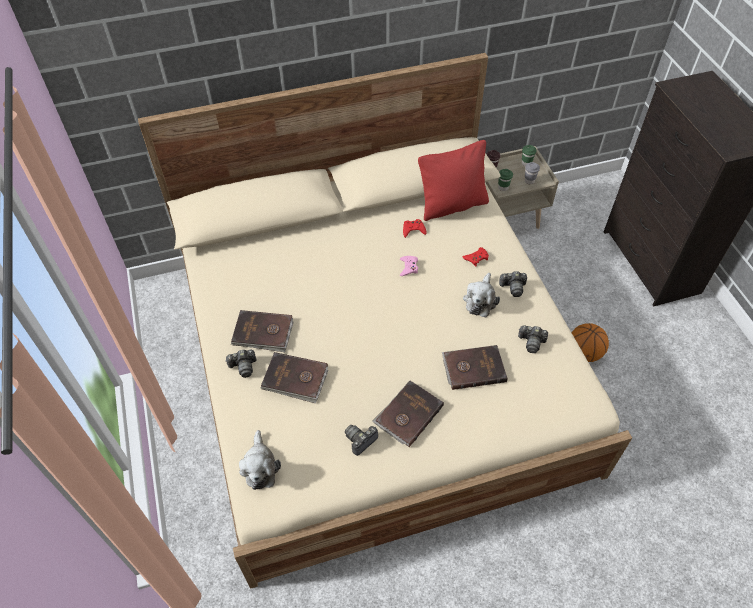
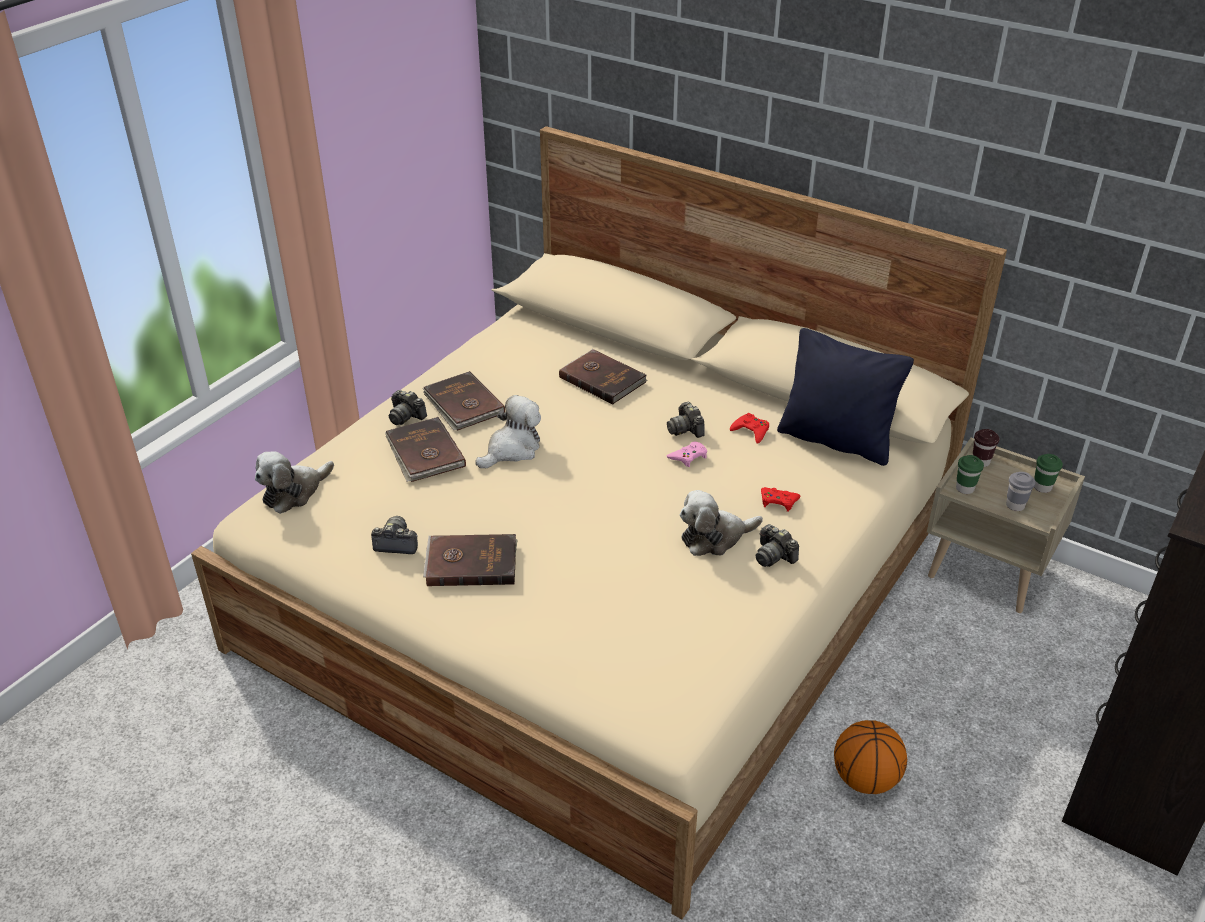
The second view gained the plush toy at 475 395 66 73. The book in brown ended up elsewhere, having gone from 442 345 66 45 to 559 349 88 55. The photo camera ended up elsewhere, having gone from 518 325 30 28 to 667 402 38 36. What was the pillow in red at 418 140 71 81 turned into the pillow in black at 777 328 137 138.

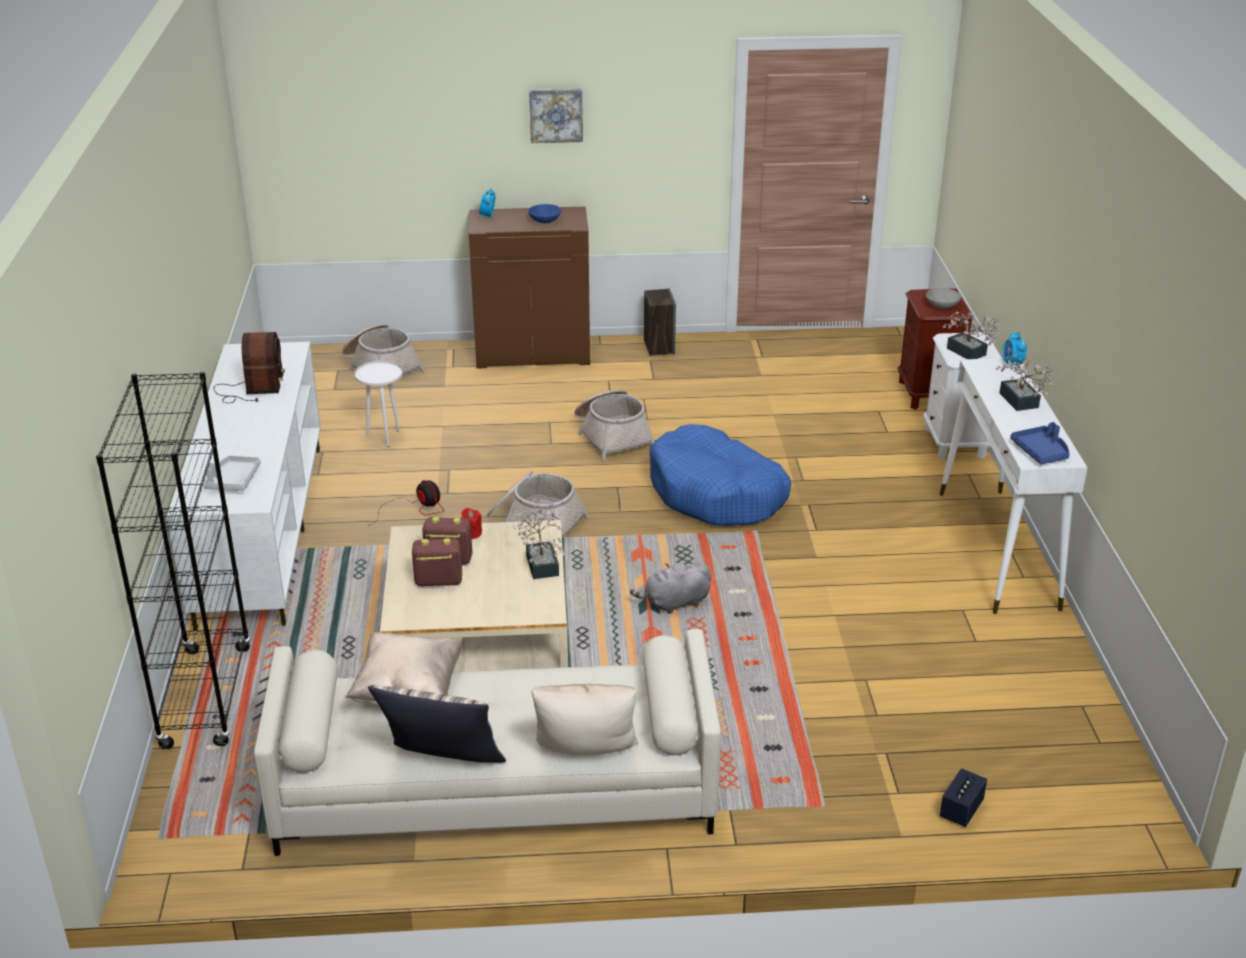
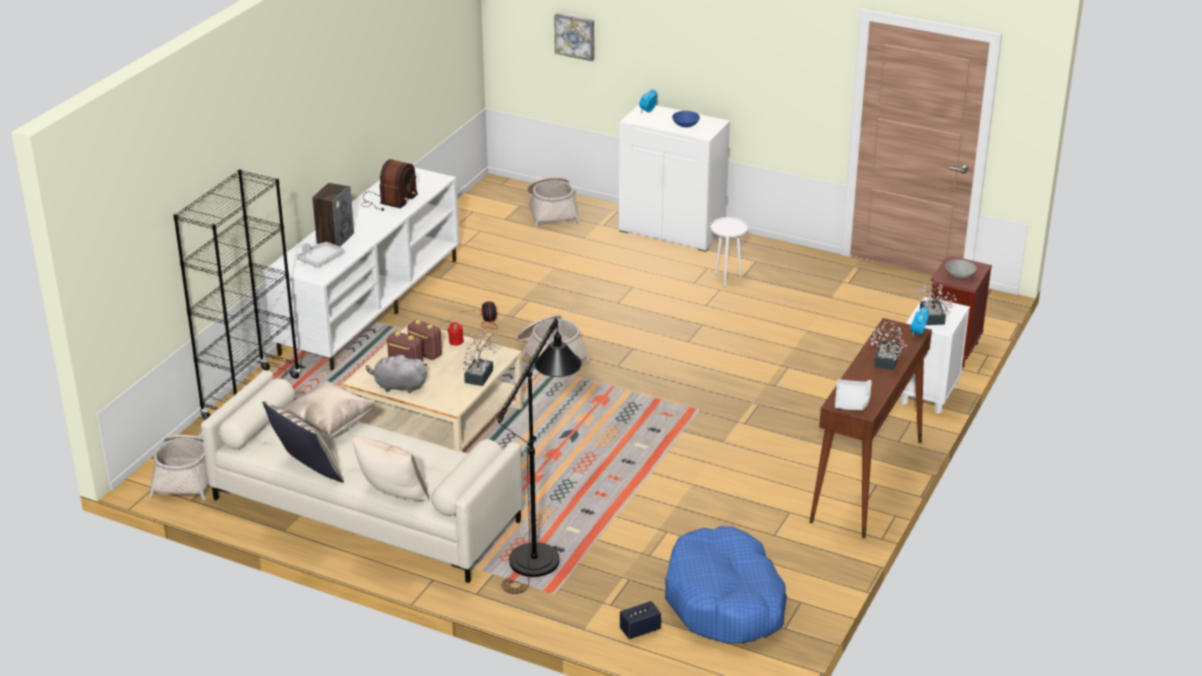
The basket ended up elsewhere, having gone from 575 390 80 71 to 149 435 60 65. The speaker ended up elsewhere, having gone from 644 288 32 68 to 312 183 42 64. The plush toy in grey ended up elsewhere, having gone from 630 562 81 52 to 366 353 61 40. The second view gained the floor lamp in black at 497 319 85 275. The picture ended up elsewhere, having gone from 529 89 54 54 to 554 13 40 48. What was the cabinet in brown at 469 207 121 162 turned into the cabinet in white at 619 105 111 147. The dog bed in blue ended up elsewhere, having gone from 650 424 141 102 to 665 526 122 118. The side table in white ended up elsewhere, having gone from 354 361 49 86 to 710 217 38 69. What was the console table in white at 939 358 148 256 turned into the console table in brown at 810 318 122 221. What was the tray in blue at 1010 422 60 42 turned into the tray in grey at 835 379 37 32.

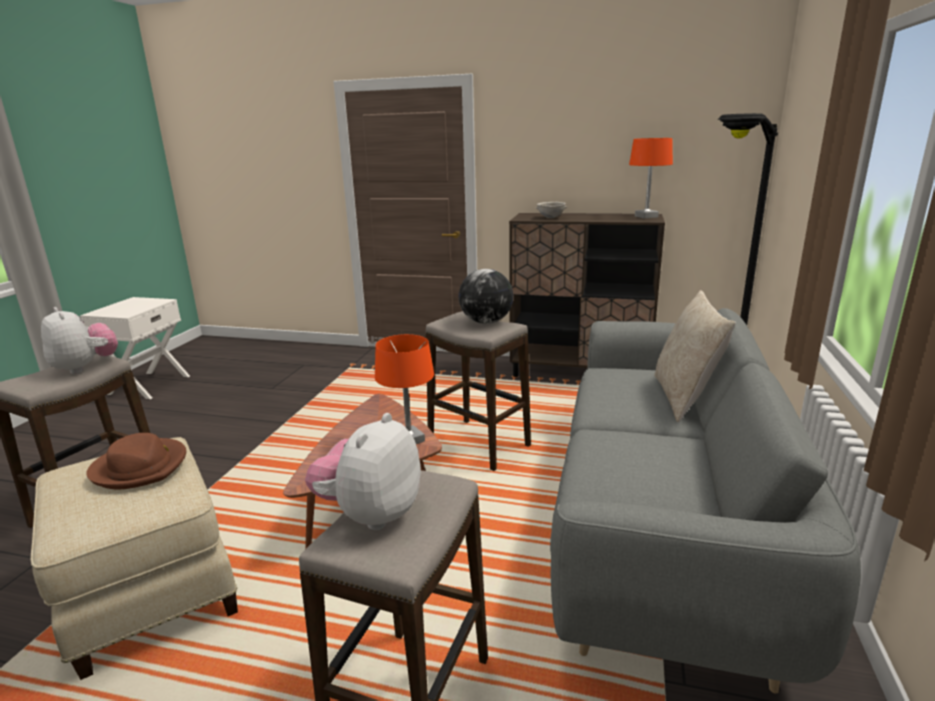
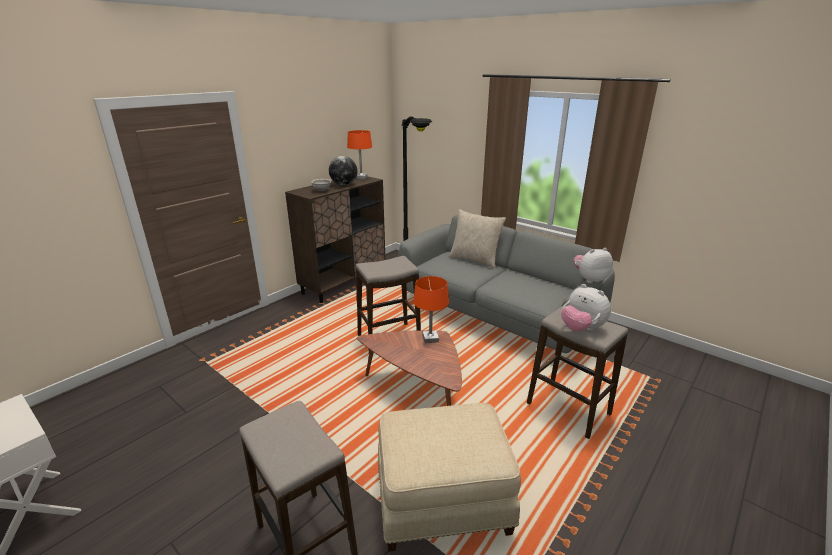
The globe ended up elsewhere, having gone from 459 269 54 55 to 329 156 28 29. The plush toy ended up elsewhere, having gone from 41 307 77 67 to 573 248 40 35. The second view lost the hat in brown at 86 433 100 56.

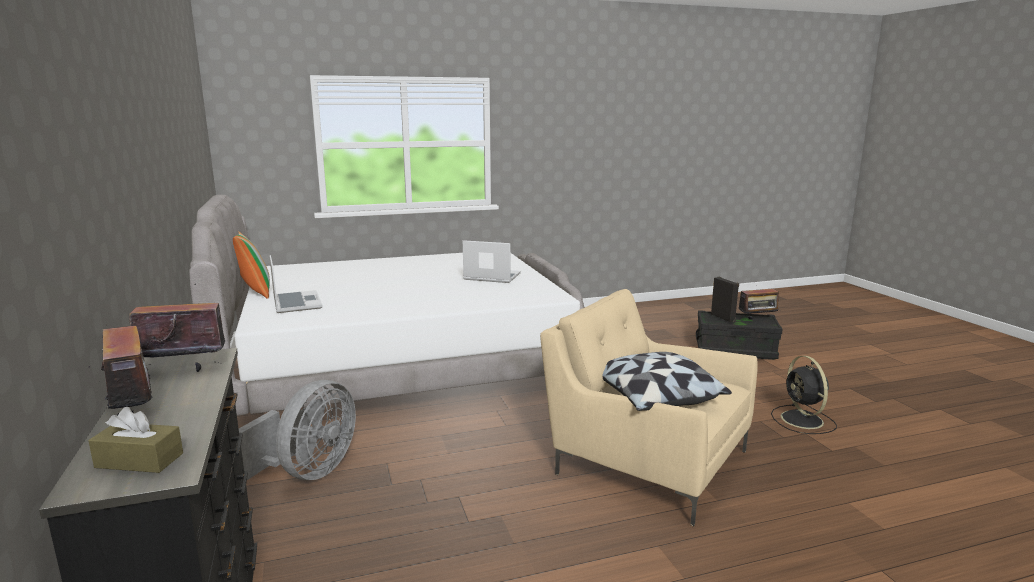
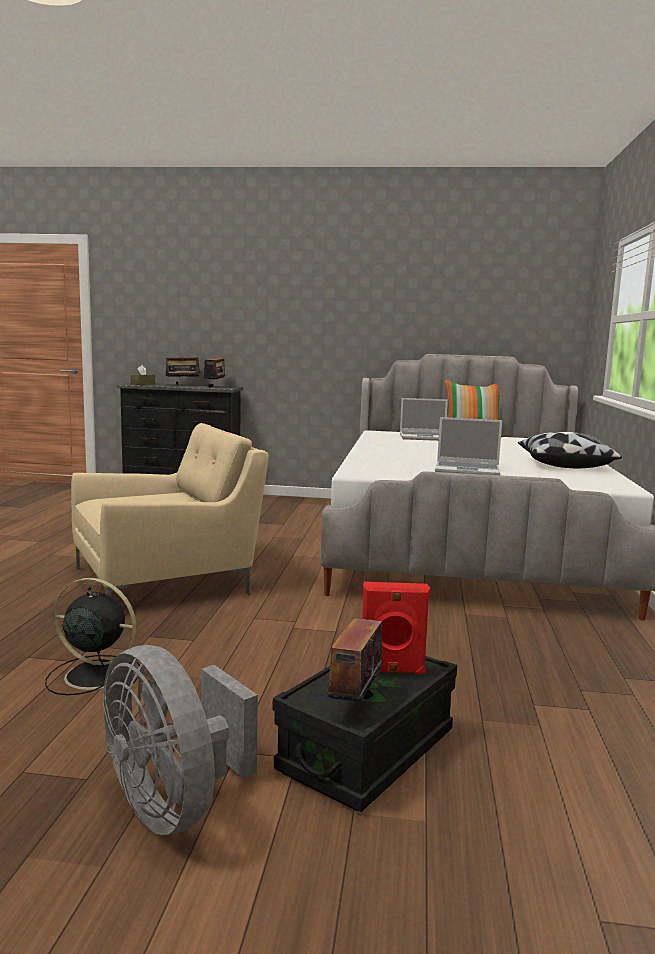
The fan in grey ended up elsewhere, having gone from 239 380 117 100 to 103 645 155 190. What was the speaker in black at 711 277 28 45 turned into the speaker in red at 362 582 68 92. The laptop at 463 240 58 43 ended up facing another way, 60 degrees clockwise from before. The pillow ended up elsewhere, having gone from 603 352 129 59 to 518 432 104 36.

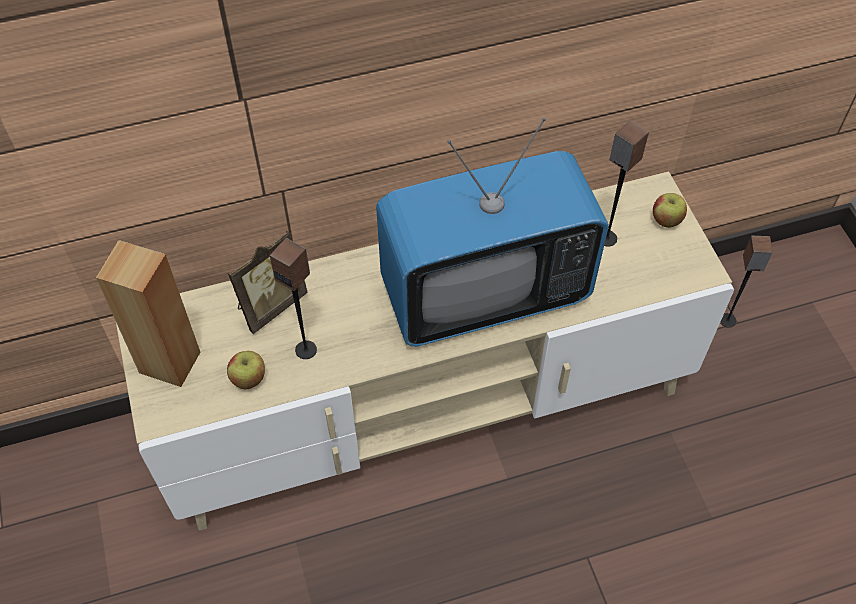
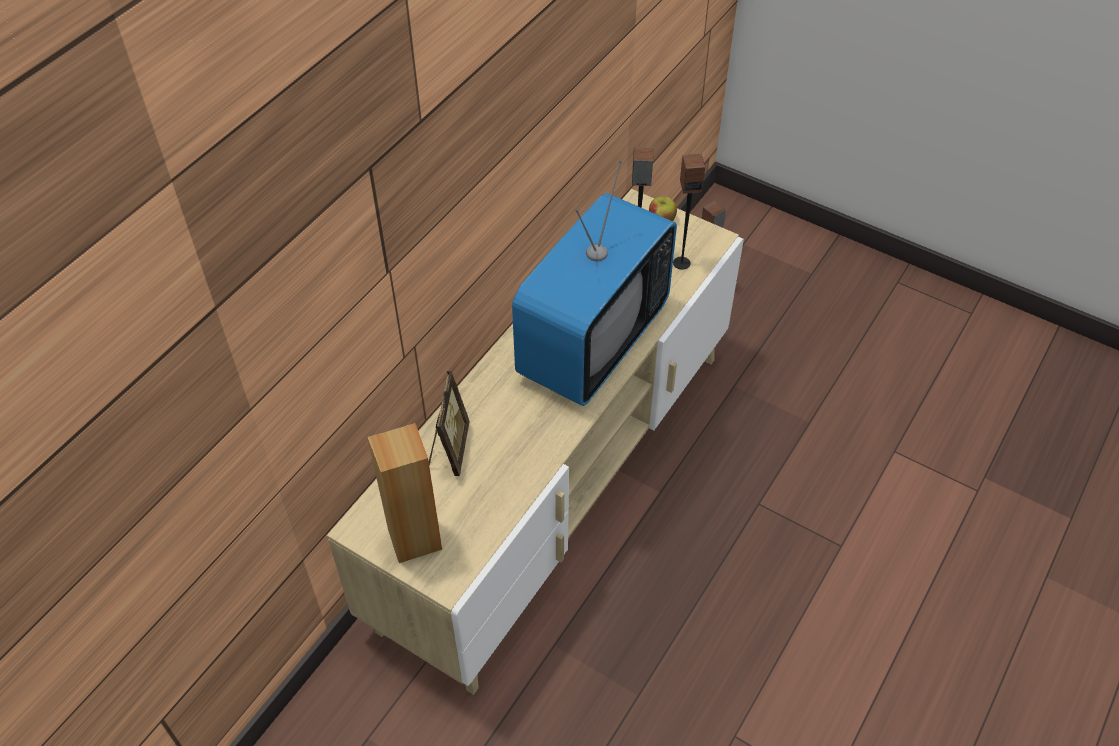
The speaker ended up elsewhere, having gone from 270 238 47 121 to 673 154 32 116. The second view lost the apple at 227 351 38 38.

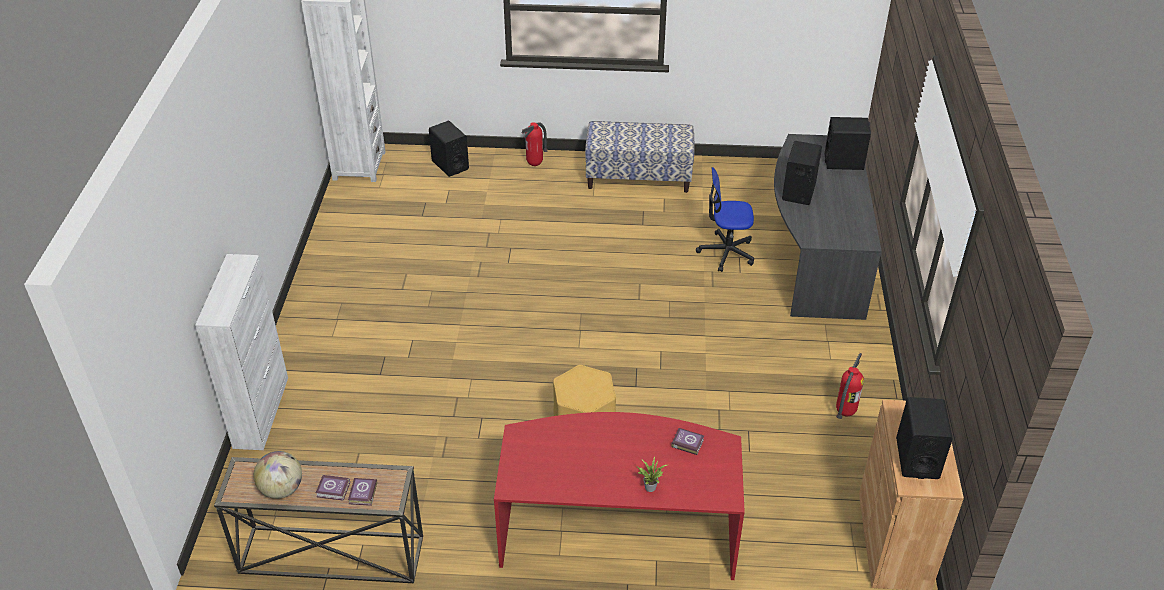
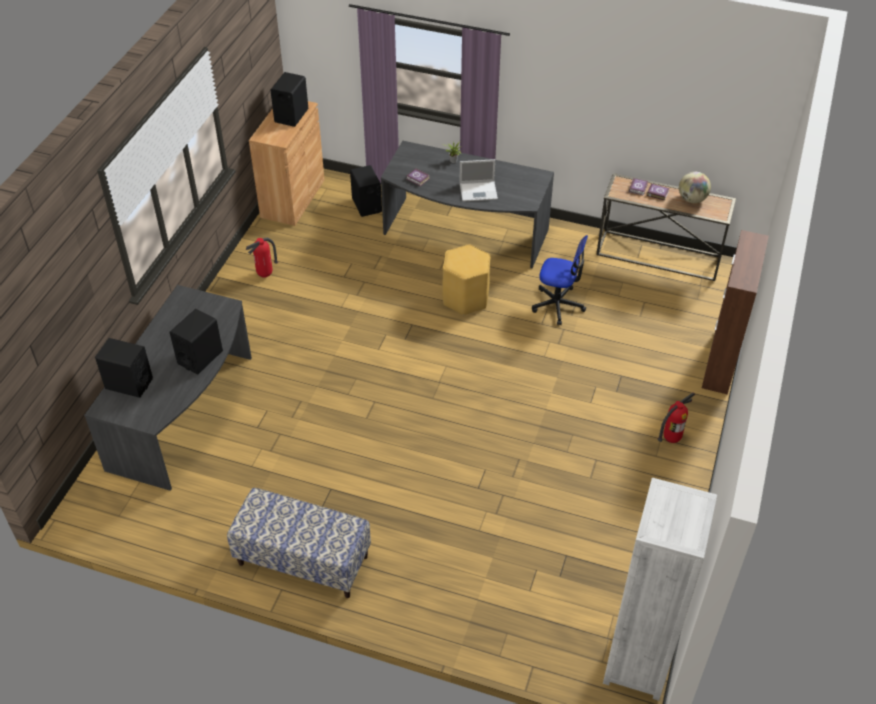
The speaker in black ended up elsewhere, having gone from 429 121 40 56 to 350 165 32 52. What was the desk in red at 494 412 251 168 turned into the desk in grey at 381 141 173 127. The second view gained the laptop at 460 159 38 43. The office chair ended up elsewhere, having gone from 696 167 58 105 to 532 235 56 90. The fire extinguisher ended up elsewhere, having gone from 521 122 27 44 to 658 393 37 50. What was the cabinet in white at 195 254 93 196 turned into the cabinet in brown at 702 230 67 164.

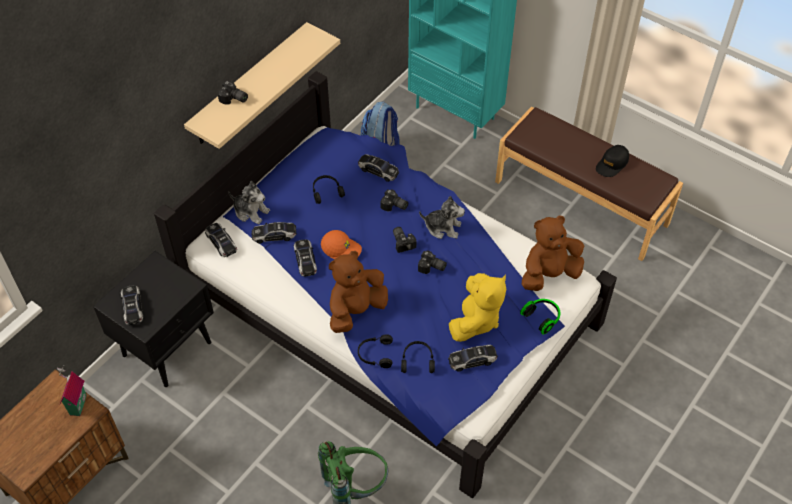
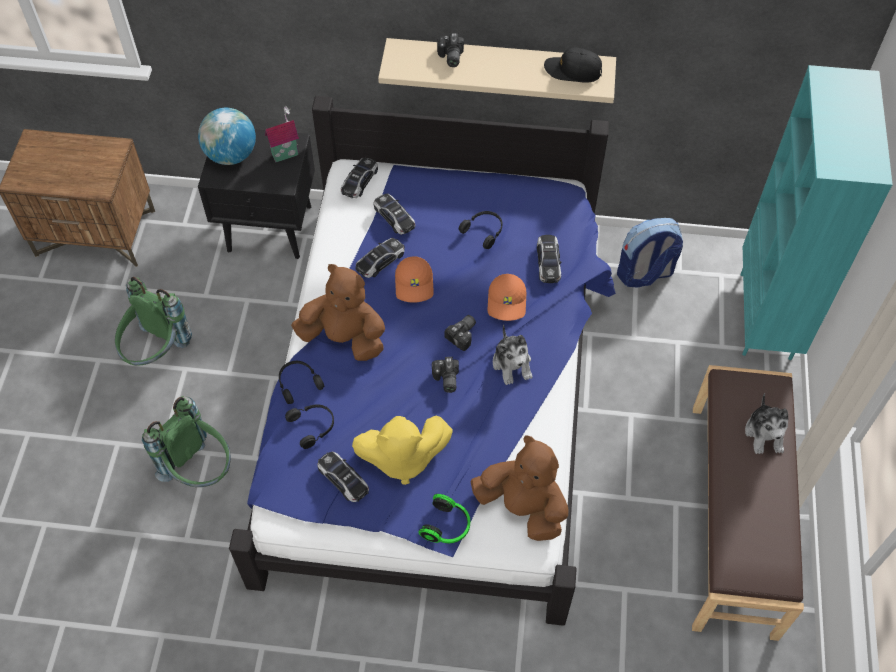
The second view gained the backpack in green at 115 277 77 89. Where the toy car stood at 120 285 24 40, the globe came to stand at 198 108 58 57. The toy house ended up elsewhere, having gone from 57 365 30 51 to 265 106 34 56. Where the photo camera stood at 381 189 27 22, the cap in orange came to stand at 488 274 39 47. The cap in black ended up elsewhere, having gone from 596 145 33 32 to 544 47 58 36. The plush toy ended up elsewhere, having gone from 228 181 42 43 to 745 393 43 61.

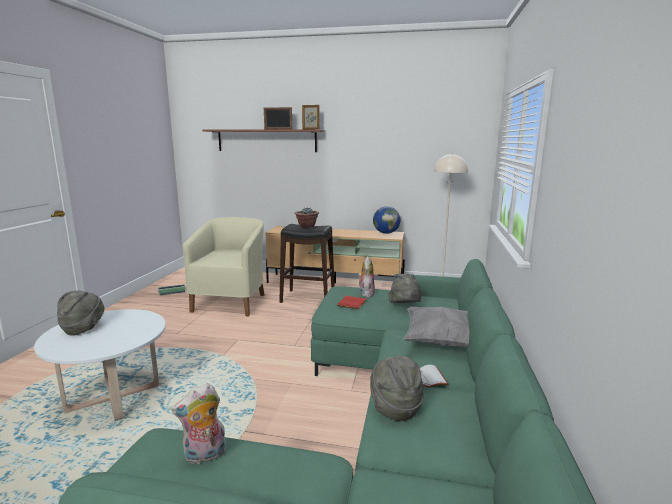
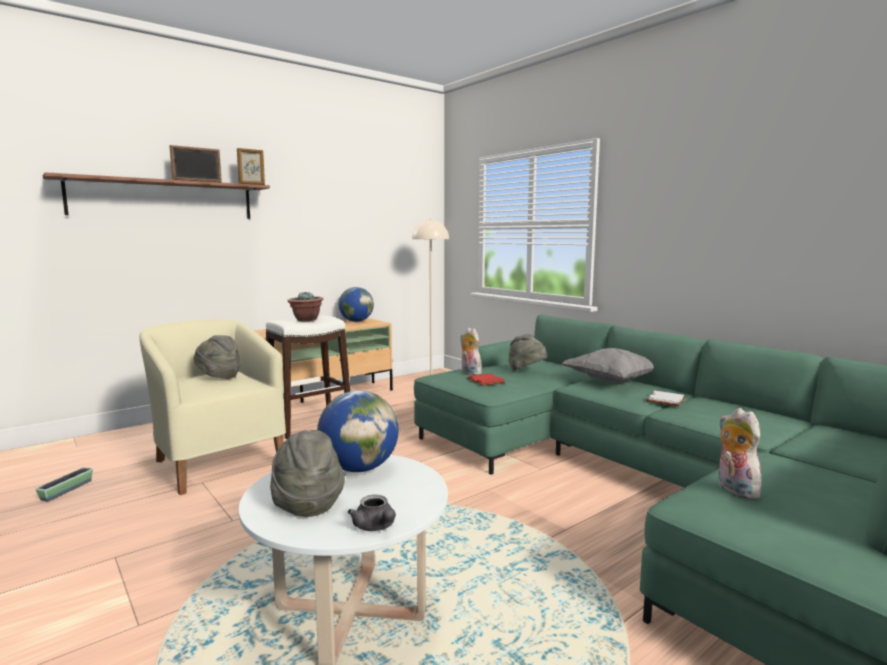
The hat in grey ended up elsewhere, having gone from 370 355 54 66 to 194 335 47 44. What was the stool in black at 279 224 56 79 turned into the stool in white at 266 315 84 124. The second view gained the globe at 317 391 82 81. The second view gained the teapot in grey at 348 495 48 36. The plush toy at 171 383 55 81 ended up facing another way, 150 degrees clockwise from before.

